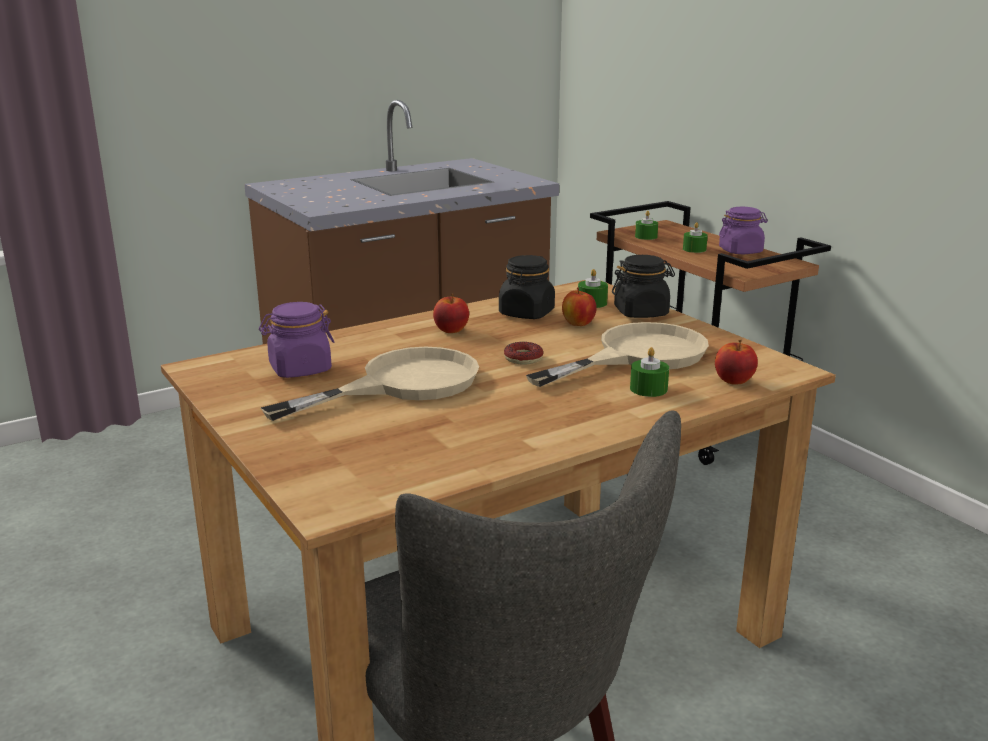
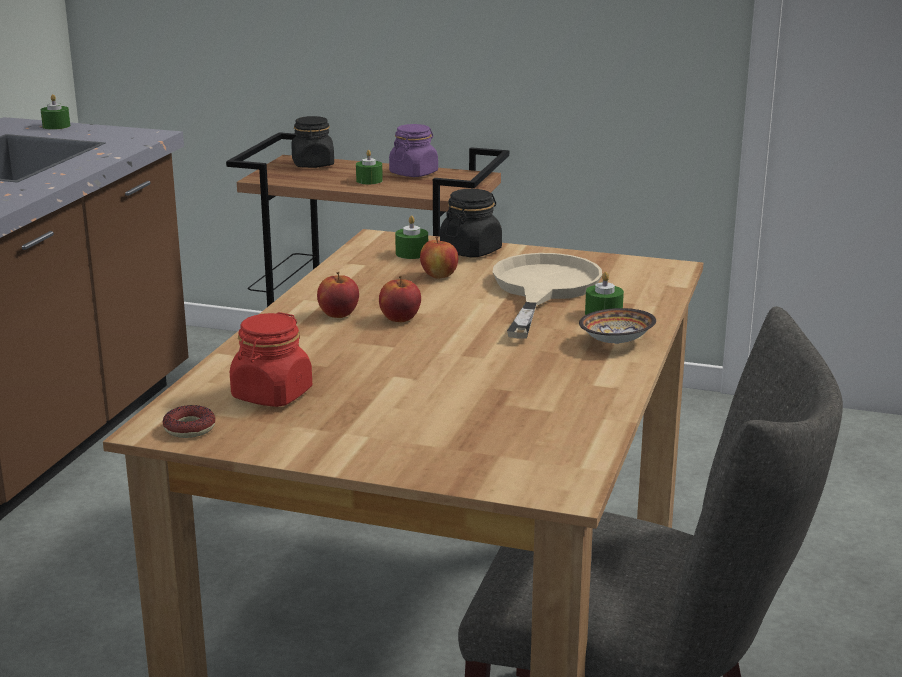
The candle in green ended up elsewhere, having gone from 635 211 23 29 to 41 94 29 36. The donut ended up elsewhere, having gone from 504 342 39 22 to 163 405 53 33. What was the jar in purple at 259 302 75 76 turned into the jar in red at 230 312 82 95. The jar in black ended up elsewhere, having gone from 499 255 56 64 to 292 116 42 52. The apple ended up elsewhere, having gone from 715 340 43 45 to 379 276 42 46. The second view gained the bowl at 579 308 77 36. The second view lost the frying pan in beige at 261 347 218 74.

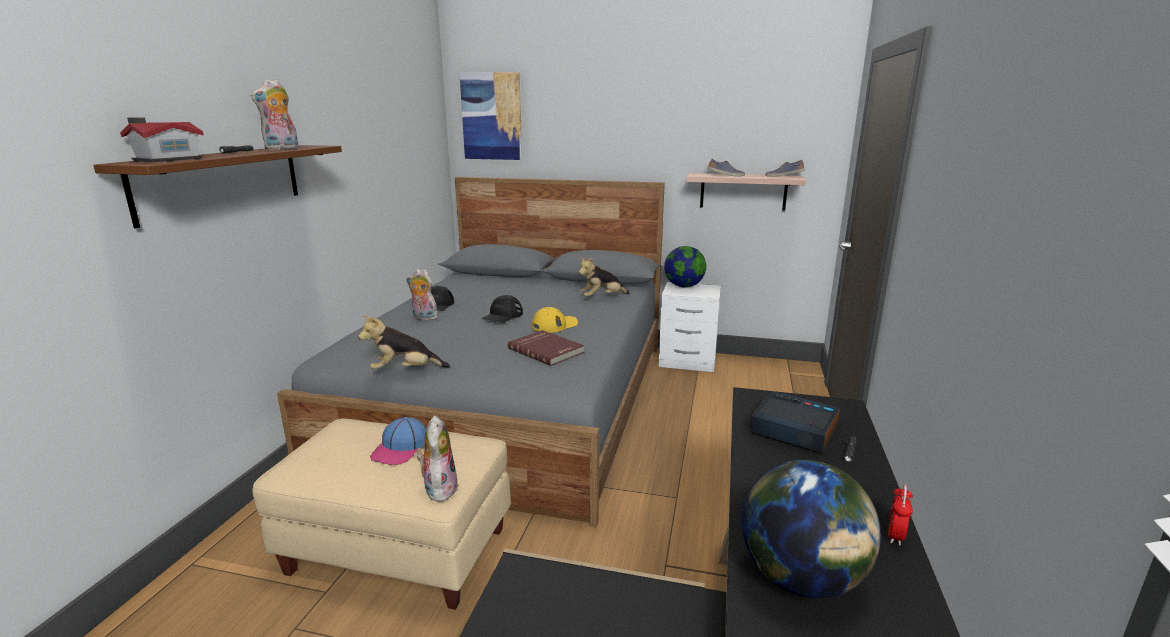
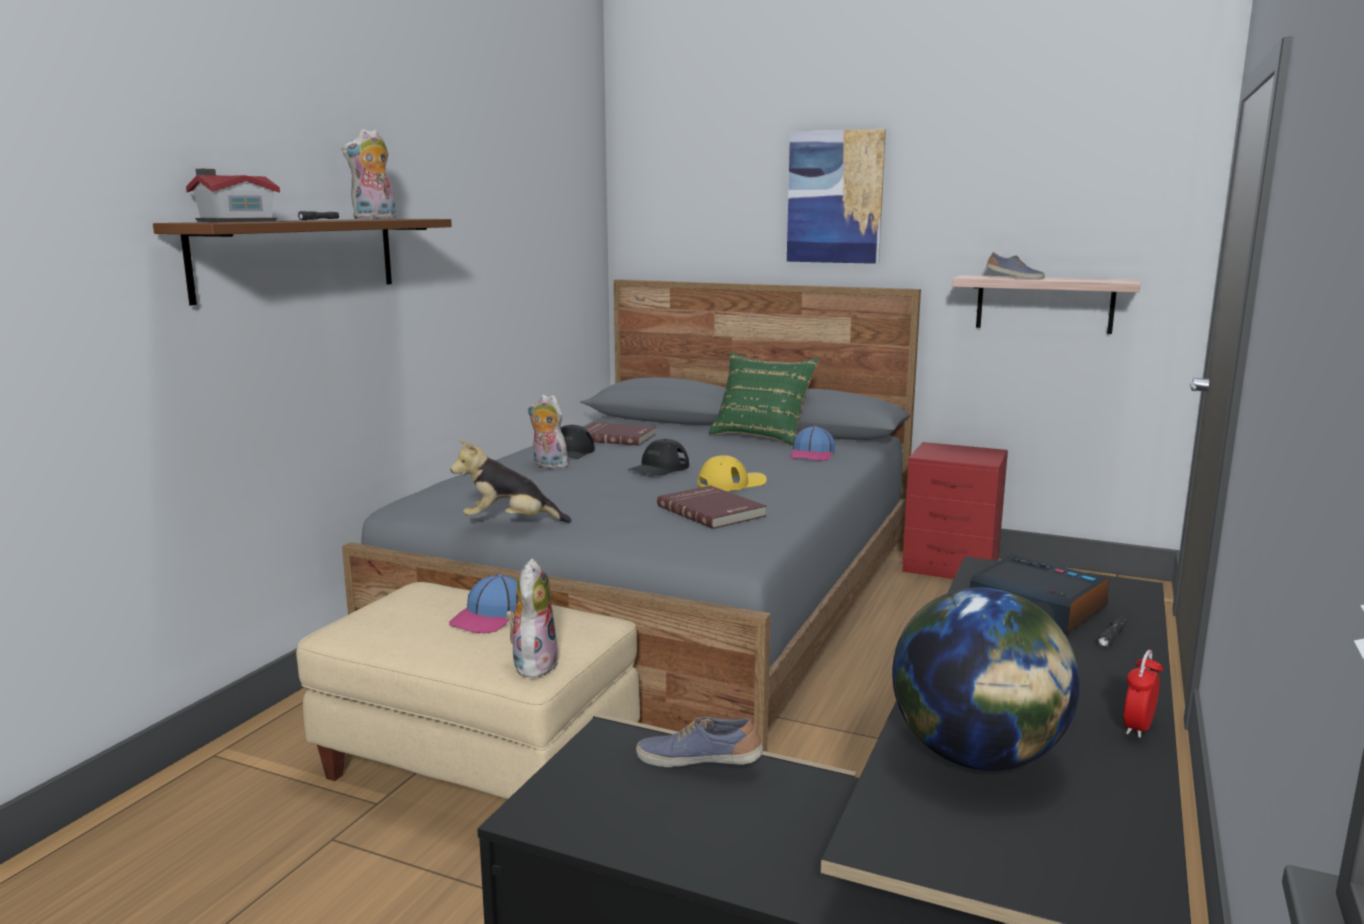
The second view gained the book in red at 584 422 72 24. The shoe ended up elsewhere, having gone from 765 160 40 17 to 636 716 127 51. The second view gained the pillow in green at 709 352 111 93. The picture ended up elsewhere, having gone from 459 72 63 88 to 787 129 99 135. Where the plush toy stood at 579 257 51 40, the cap came to stand at 789 426 46 35. What was the nightstand in white at 659 282 62 90 turned into the nightstand in red at 902 442 106 137. The second view lost the globe at 664 246 42 42.

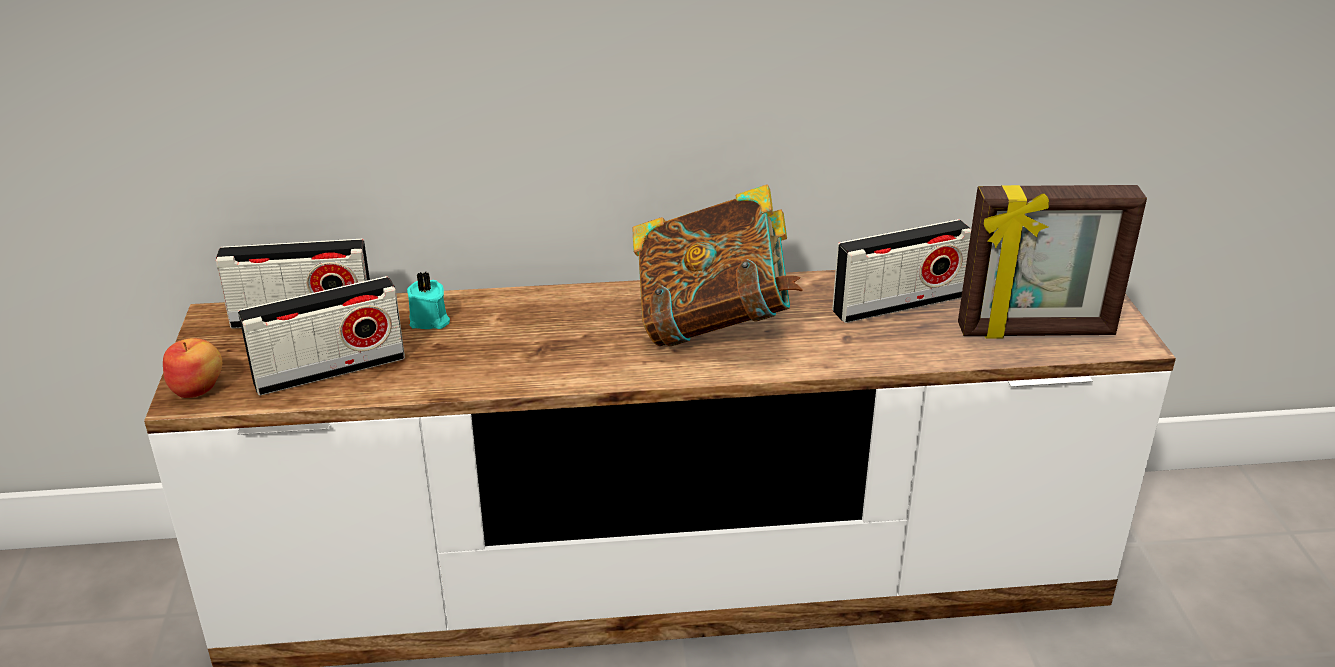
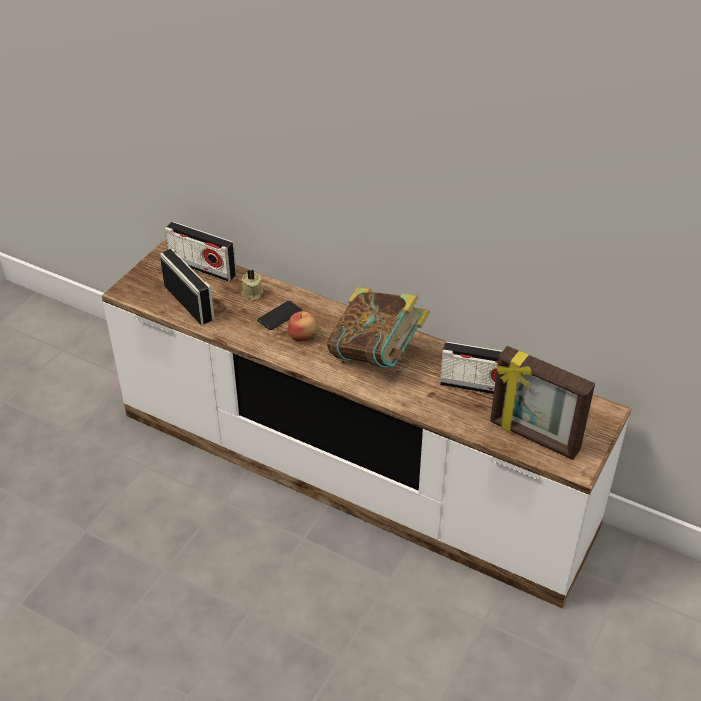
The radio at 238 276 167 120 ended up facing another way, 135 degrees counterclockwise from before. What was the candle in turquoise at 407 272 43 57 turned into the candle in beige at 242 270 21 31. The second view gained the phone at 257 301 45 29. The apple ended up elsewhere, having gone from 163 338 59 60 to 288 311 30 31.

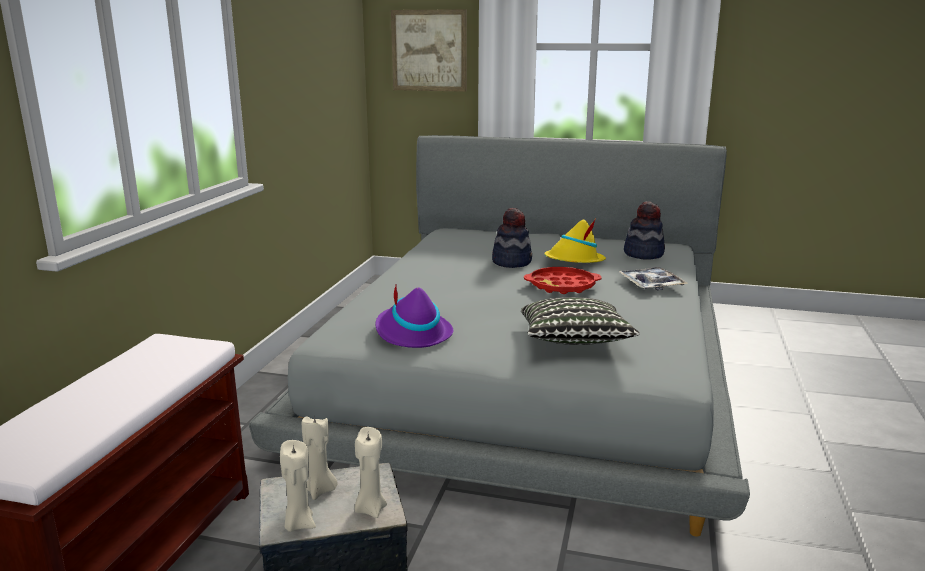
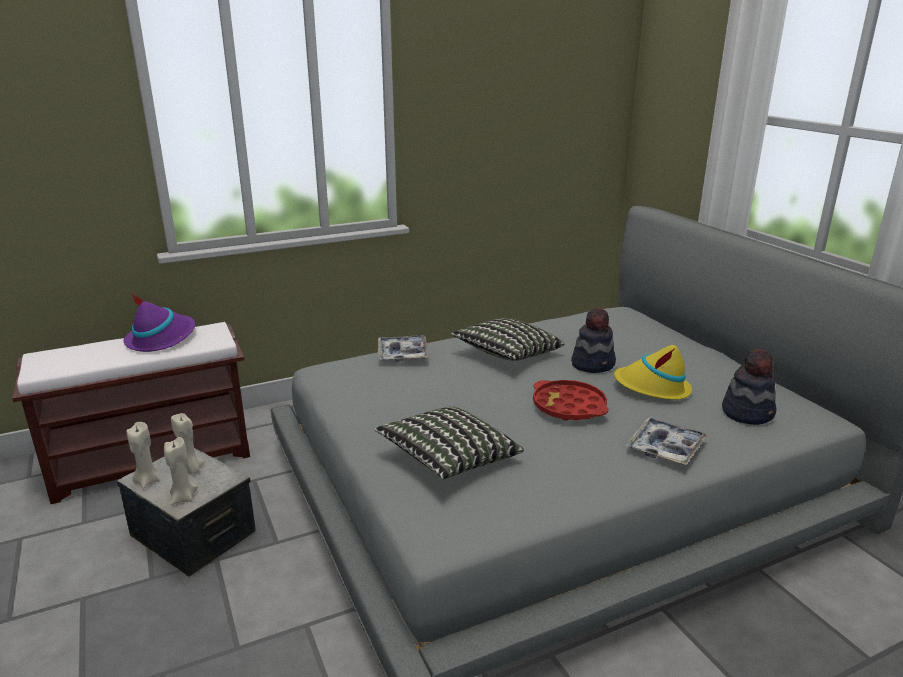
The hat in purple ended up elsewhere, having gone from 375 286 78 62 to 123 293 73 59. The second view gained the tray at 378 335 50 27. The second view gained the pillow at 452 318 113 43. The second view lost the picture at 391 9 76 83.

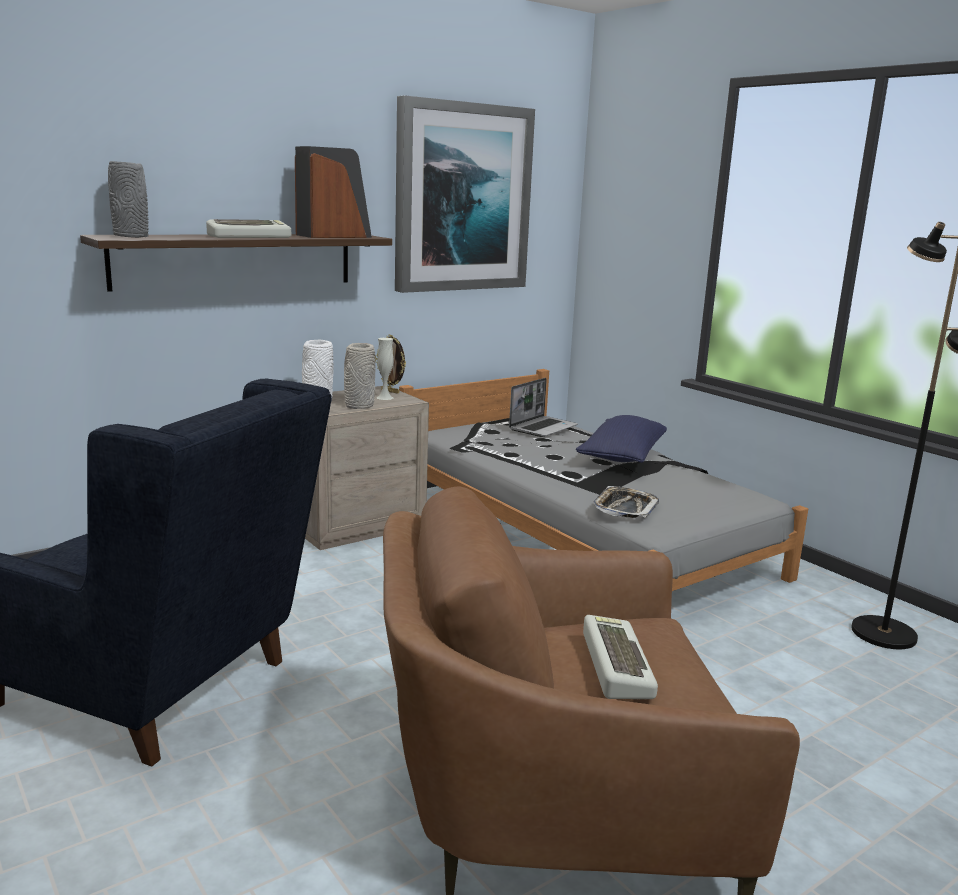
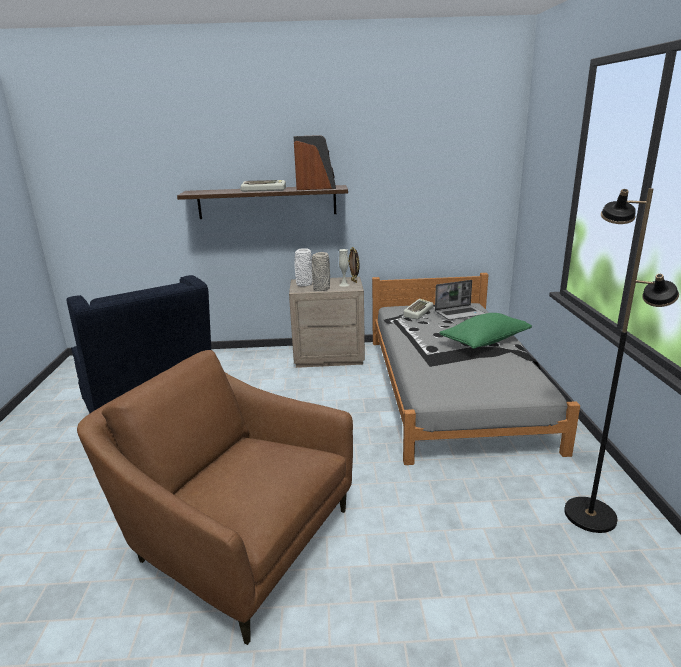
The keyboard ended up elsewhere, having gone from 583 615 75 84 to 404 299 29 21. What was the pillow in blue at 576 415 91 48 turned into the pillow in green at 439 313 93 36. The second view lost the vase in grey at 108 161 41 77. The second view lost the picture at 395 95 140 198. The second view lost the tray at 593 486 66 32.

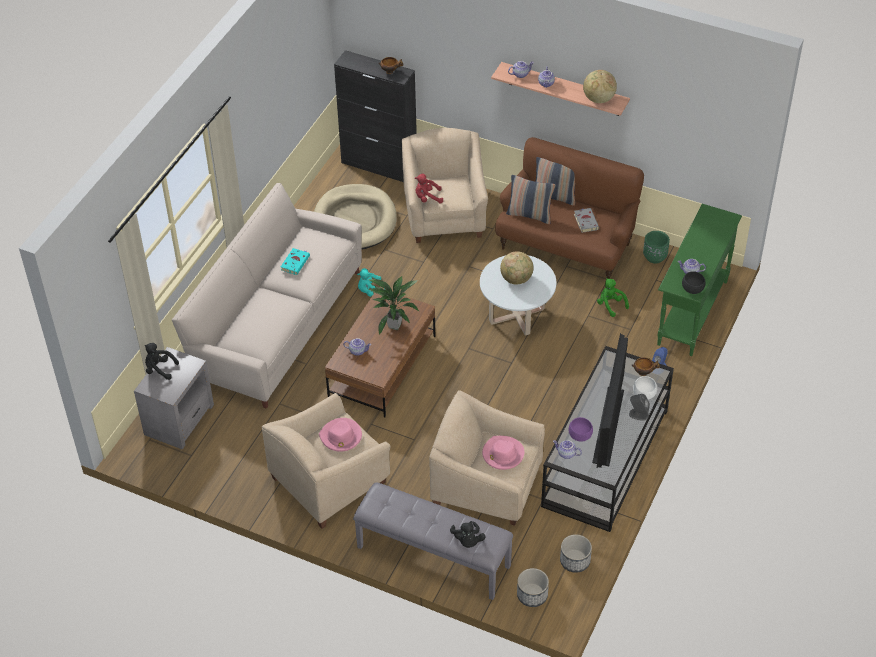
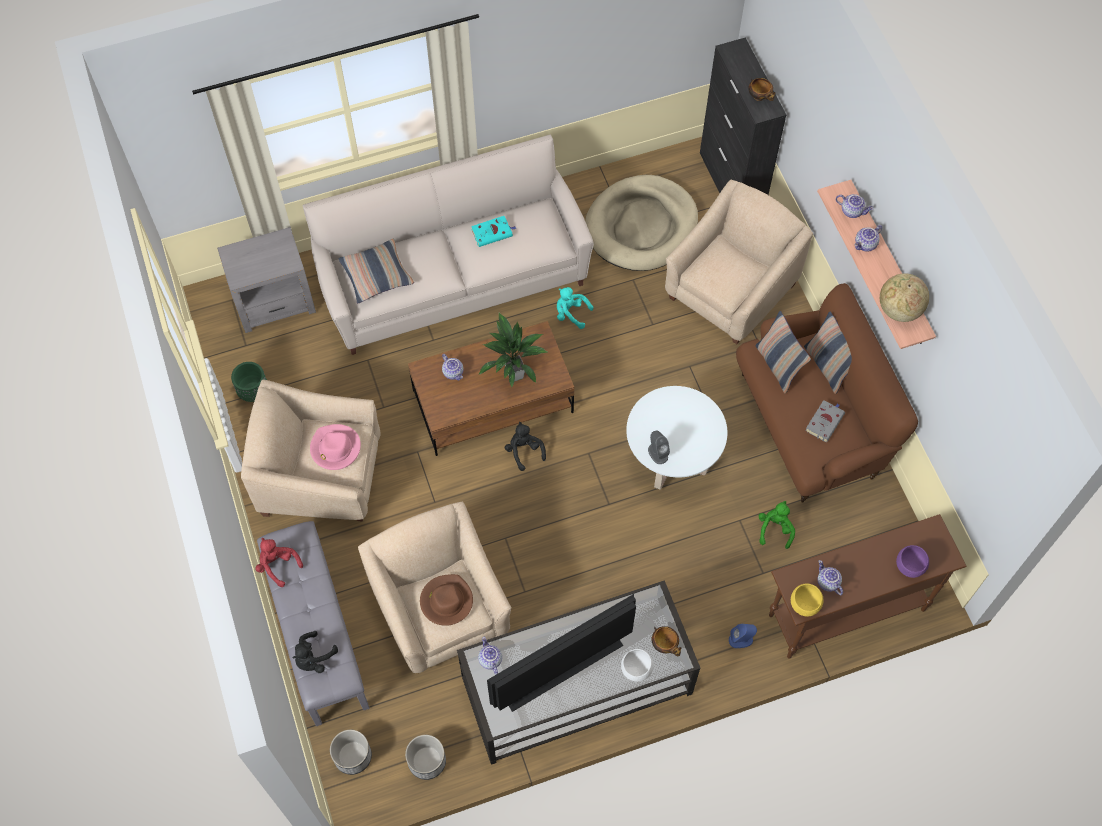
The planter in green ended up elsewhere, having gone from 643 231 27 33 to 231 362 36 40. The plush toy in red ended up elsewhere, having gone from 415 174 28 29 to 255 538 48 49. The second view gained the pillow at 338 239 76 64. What was the hat in pink at 482 436 43 34 turned into the hat in brown at 420 574 53 52. The plush toy in black ended up elsewhere, having gone from 144 343 35 37 to 505 422 41 49. The speaker in grey ended up elsewhere, having gone from 629 394 21 27 to 648 431 22 33. What was the console table in green at 657 204 85 152 turned into the console table in brown at 769 514 198 145. What was the bowl in black at 682 271 24 23 turned into the bowl in yellow at 791 584 32 33. The bowl in purple ended up elsewhere, having gone from 568 417 25 25 to 896 545 33 33. The second view lost the globe at 500 251 34 33.

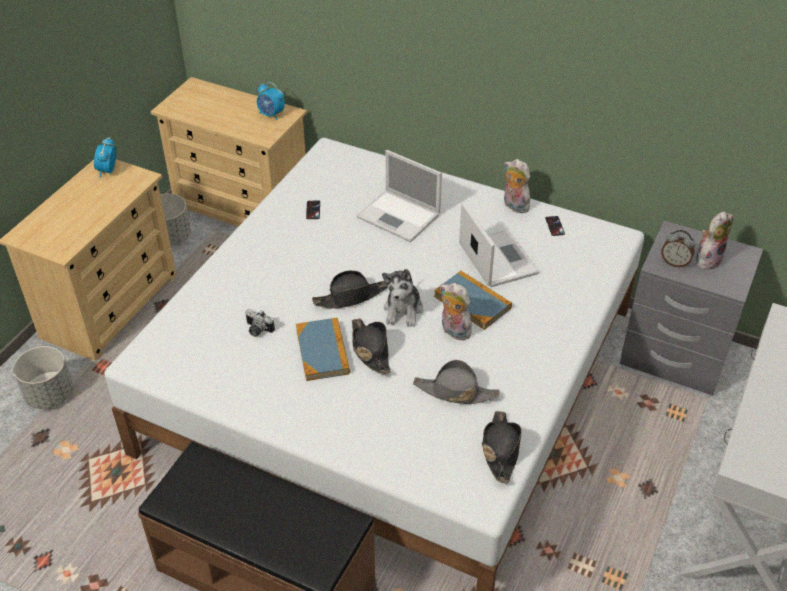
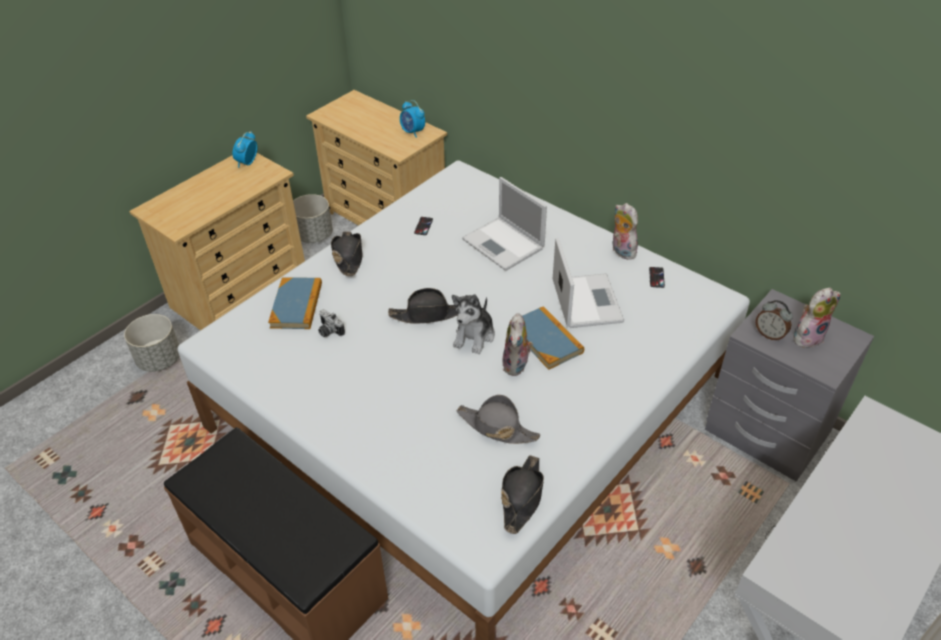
The book ended up elsewhere, having gone from 296 318 54 63 to 268 277 54 52. The hat in black ended up elsewhere, having gone from 352 318 39 56 to 331 231 32 45. The plush toy at 439 283 33 57 ended up facing another way, 135 degrees counterclockwise from before.

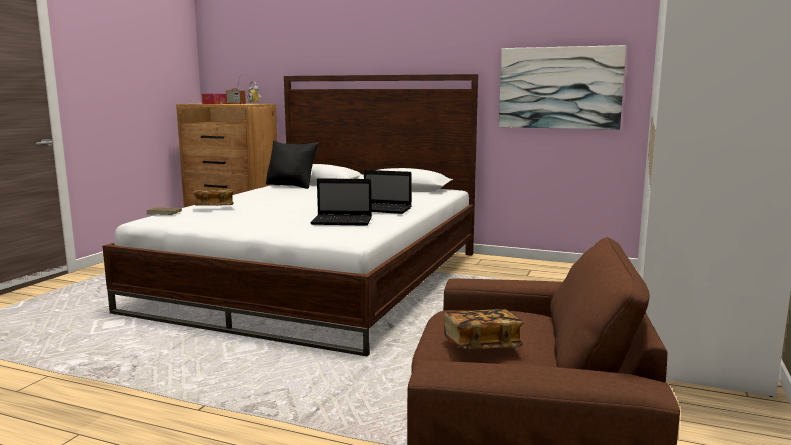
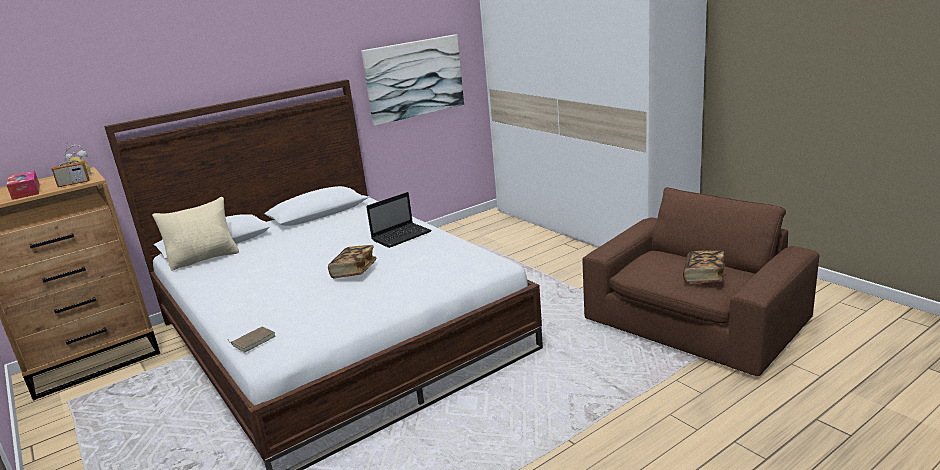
What was the pillow in black at 266 141 53 48 turned into the pillow in beige at 152 197 87 74. The book ended up elsewhere, having gone from 194 189 40 17 to 328 245 48 34. The second view lost the laptop at 310 178 62 48.

